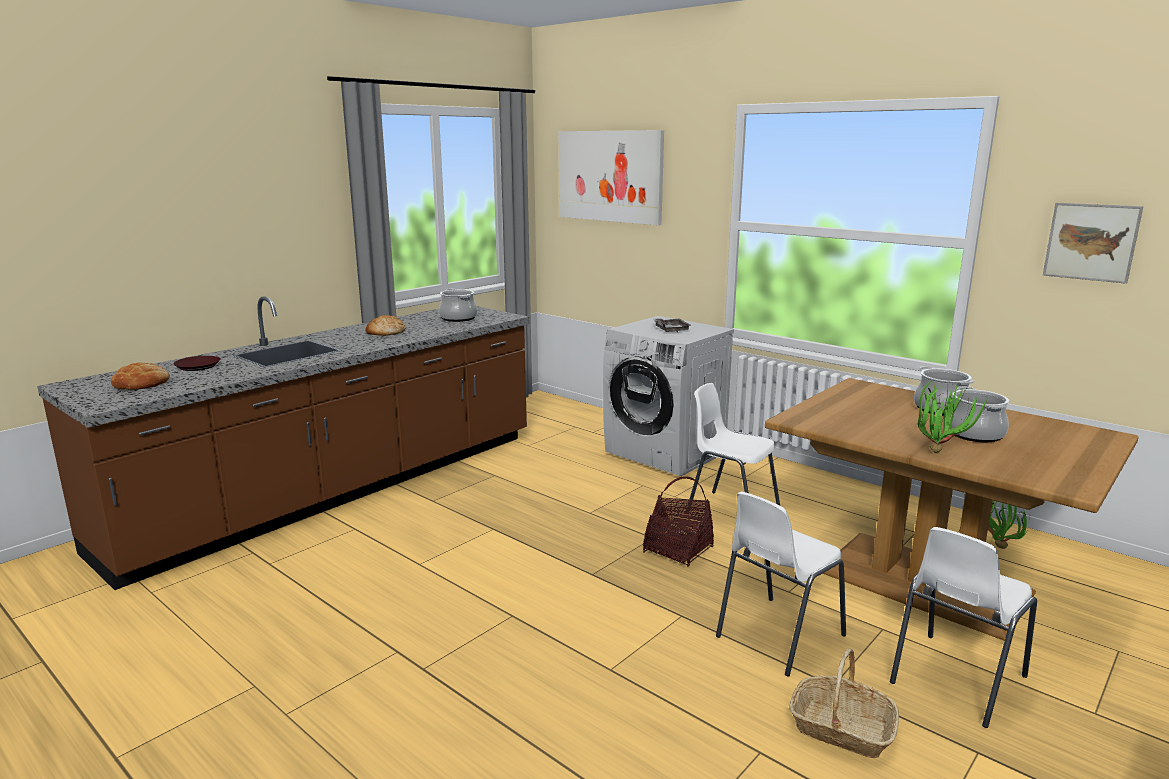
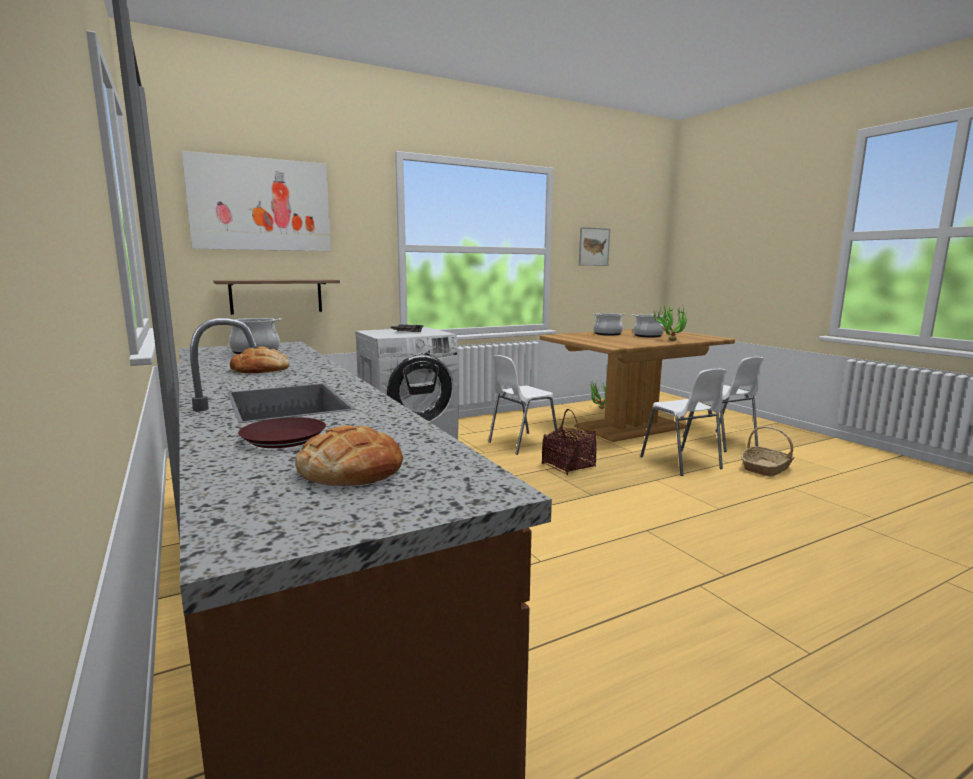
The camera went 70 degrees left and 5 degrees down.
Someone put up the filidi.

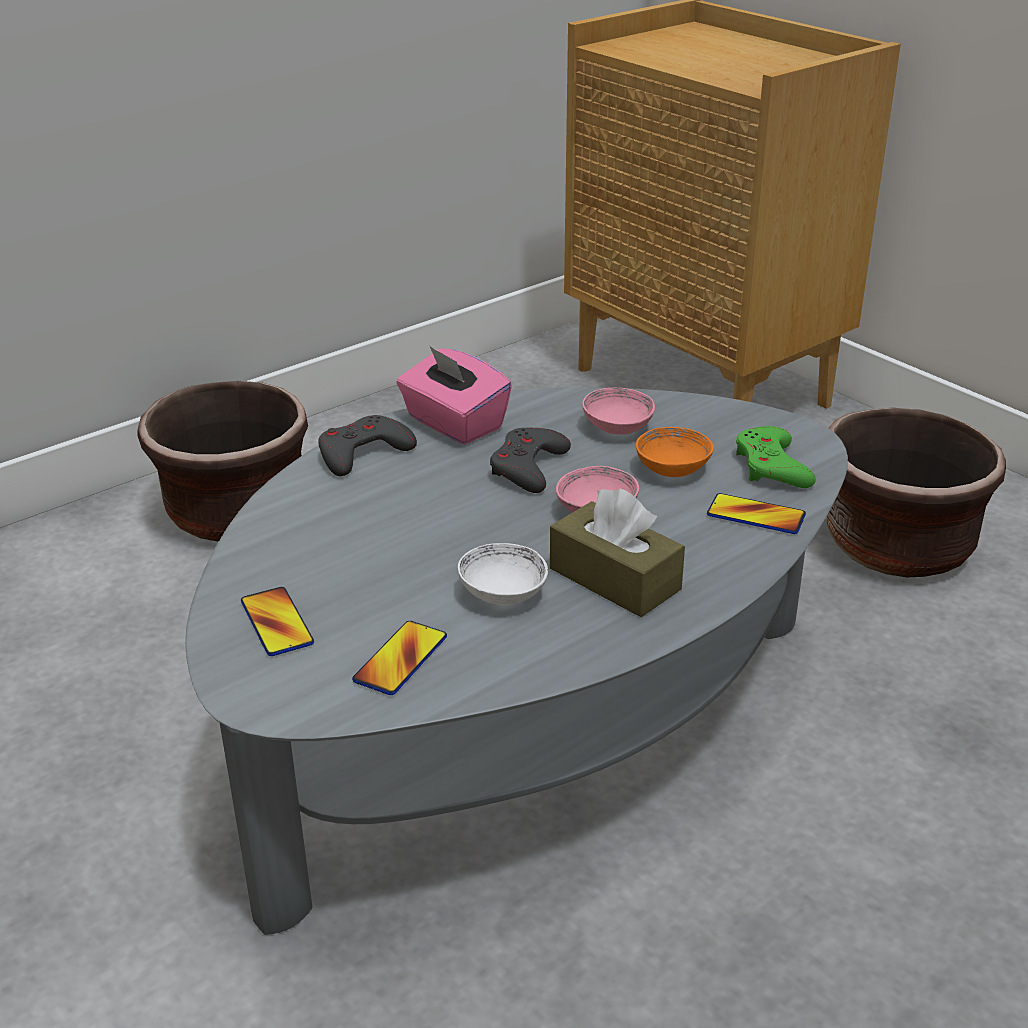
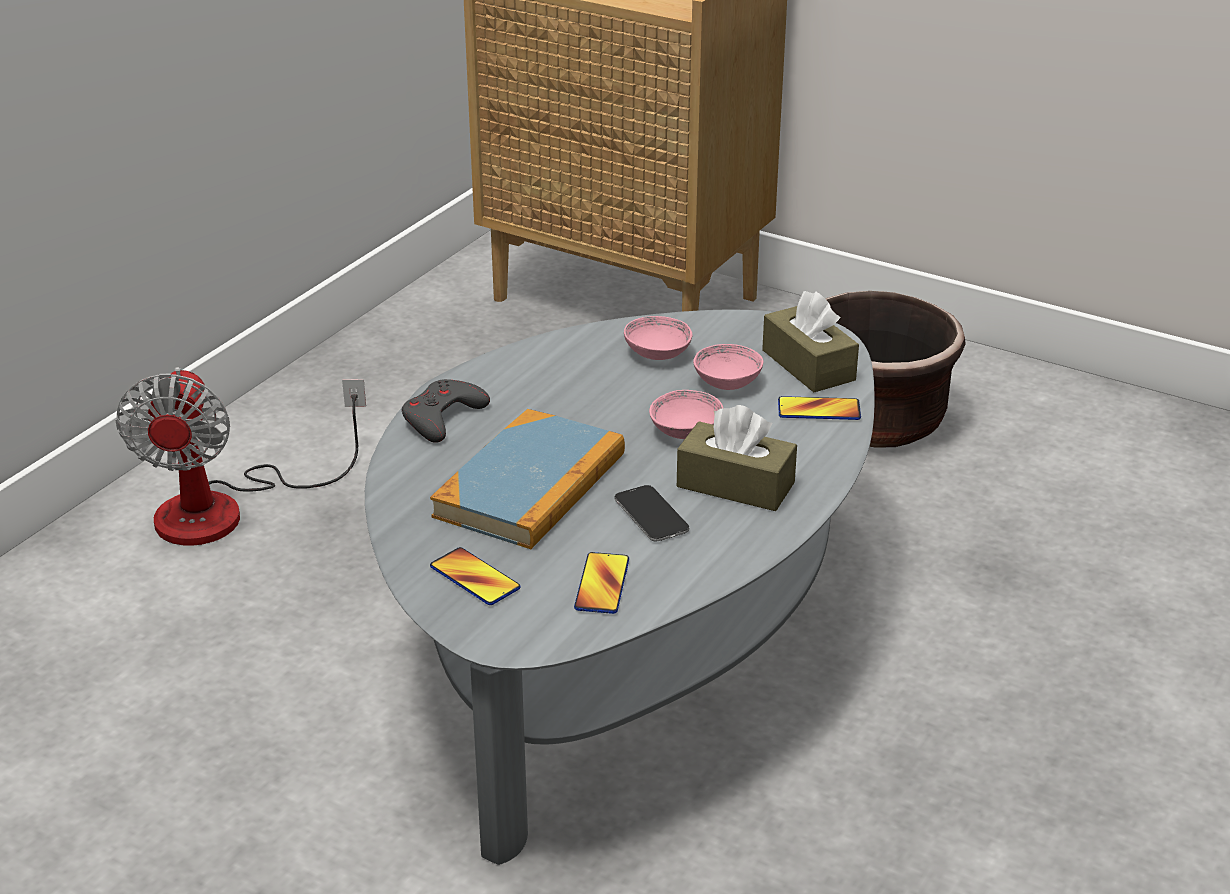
The camera went 20 degrees left and 0 degrees up.
Someone took away the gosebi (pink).
Someone swapped the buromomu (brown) (no. 1 from left) for the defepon.
Someone swapped the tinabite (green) for the gosebi (brown) (no. 2 from left).
Someone repainted the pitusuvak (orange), which became the pitusuvak (pink) (no. 3 from left).
Someone took away the tinabite (grey) (no. 2 from left).
Someone swapped the pitusuvak (white) for the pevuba (no. 3 from left).
Someone put down the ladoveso.

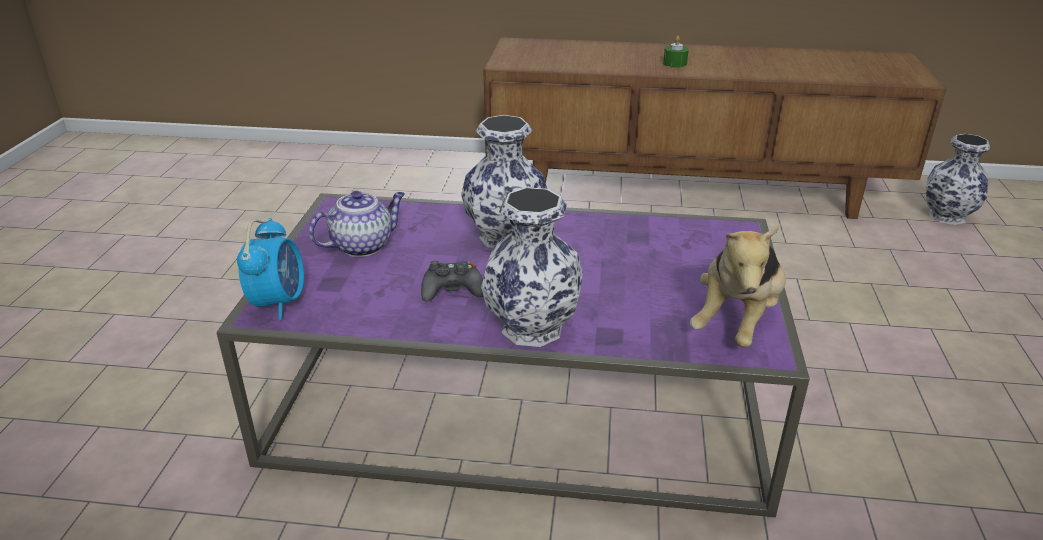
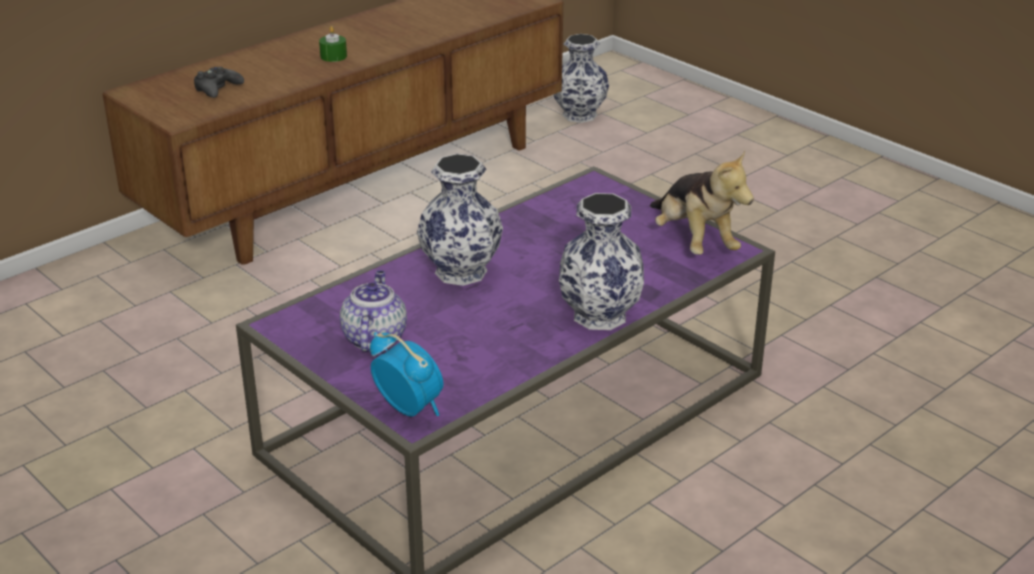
The camera went 50 degrees left and 0 degrees up.
Someone carried the tinabite (black).

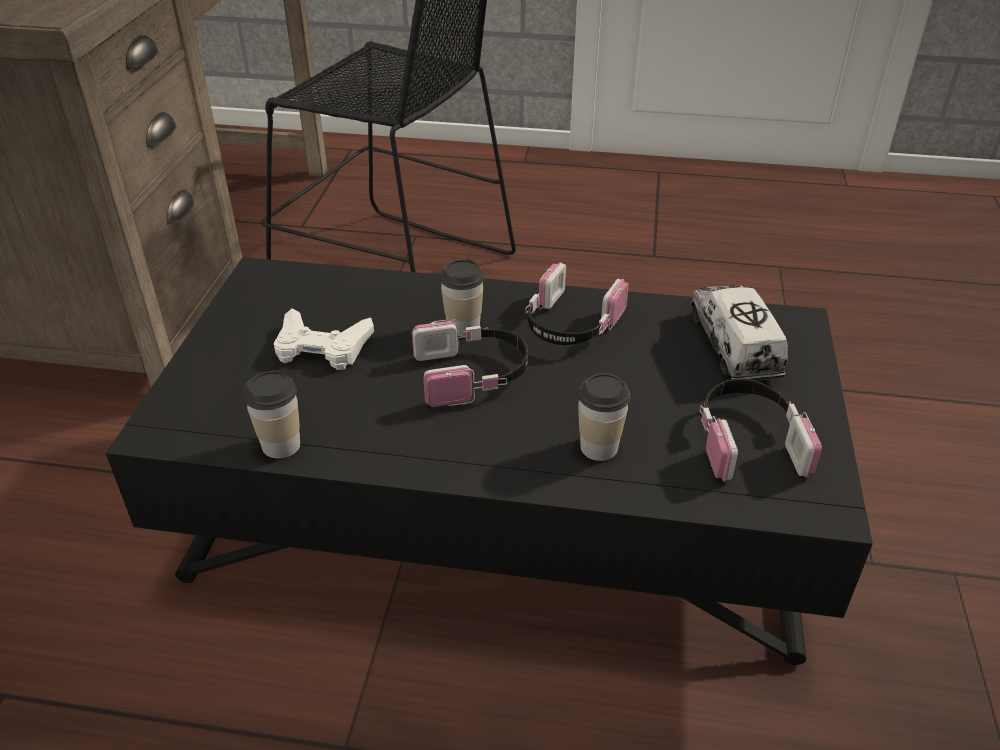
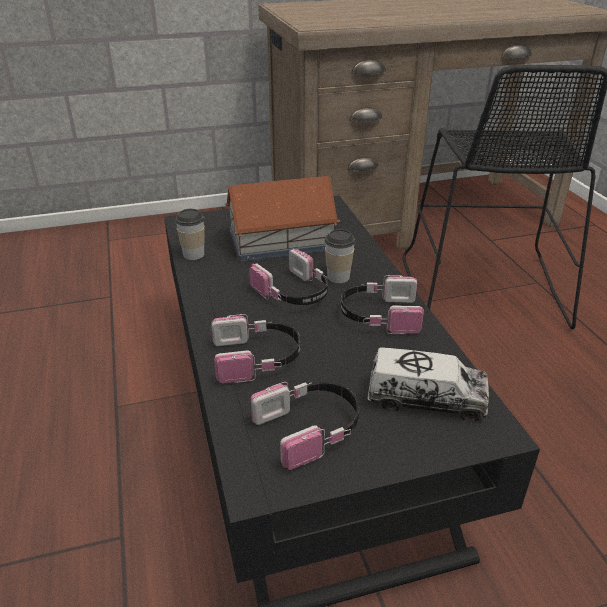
The camera went 65 degrees right and 5 degrees down.
Someone rotated the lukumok by 45 degrees clockwise.
Someone swapped the tinabite (white) for the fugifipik.
Someone swapped the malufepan (no. 3 from left) for the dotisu (no. 1 from left).

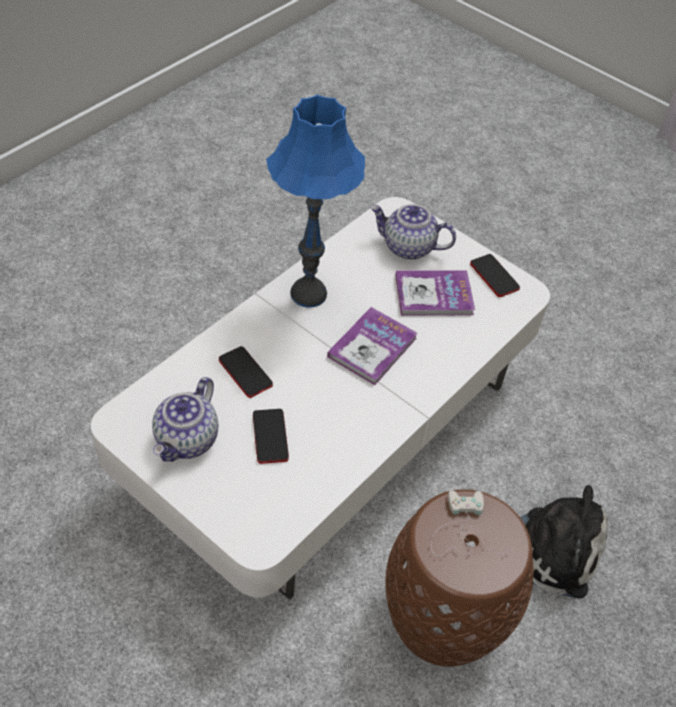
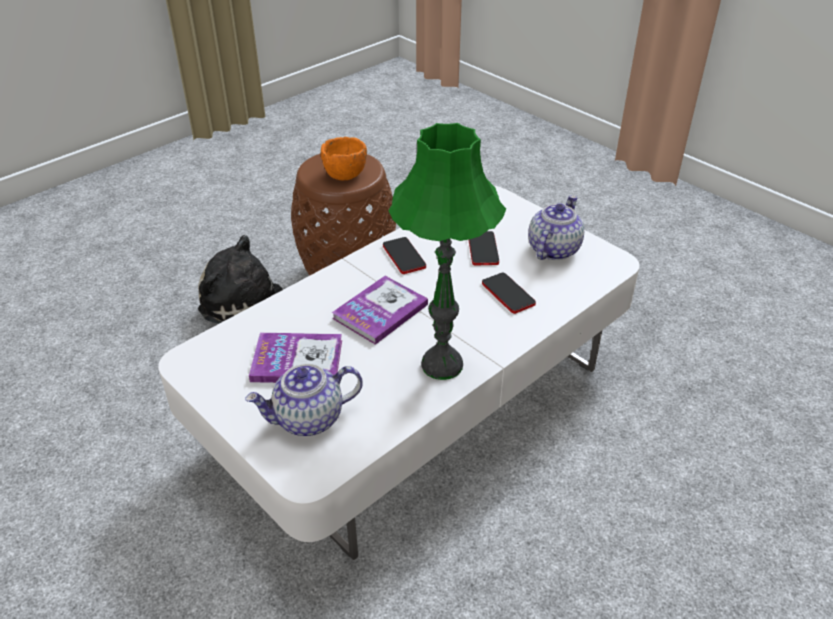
The camera went 170 degrees left and 10 degrees down.
Someone repainted the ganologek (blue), which became the ganologek (green).
Someone rotated the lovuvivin (no. 2 from left in the first image) by 135 degrees clockwise.
Someone carried the pevuba (no. 3 from left in the first image).
Someone swapped the tinabite (white) for the pitusuvak (orange).

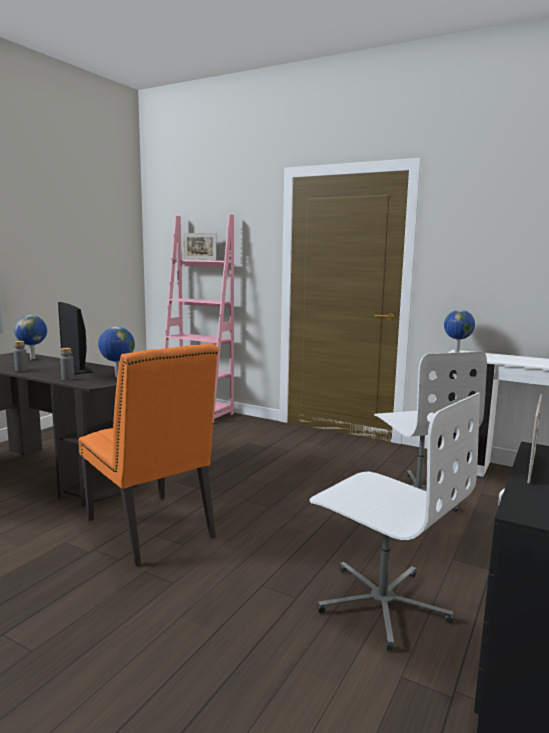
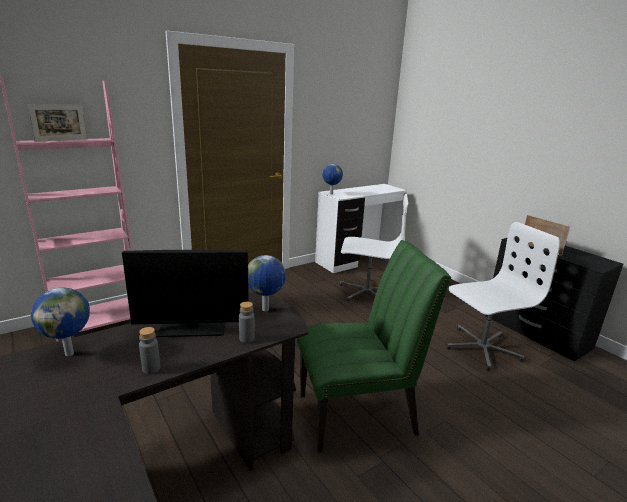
The camera went 65 degrees left and 10 degrees up.
Someone repainted the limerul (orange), which became the limerul (green).

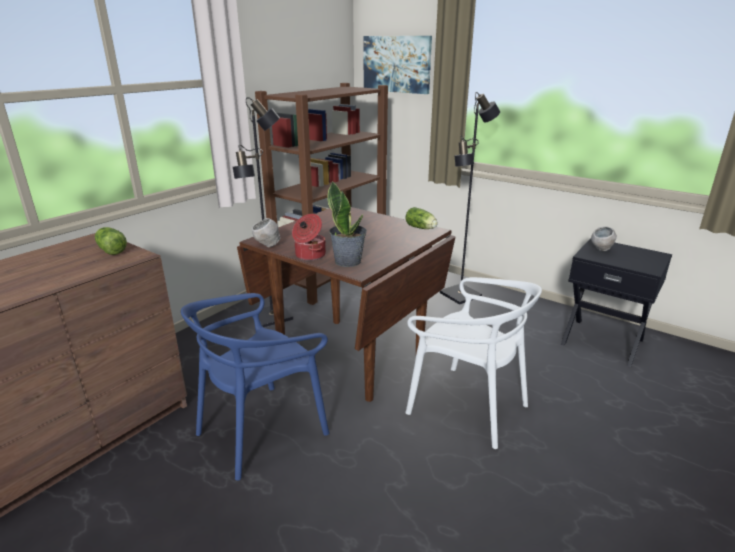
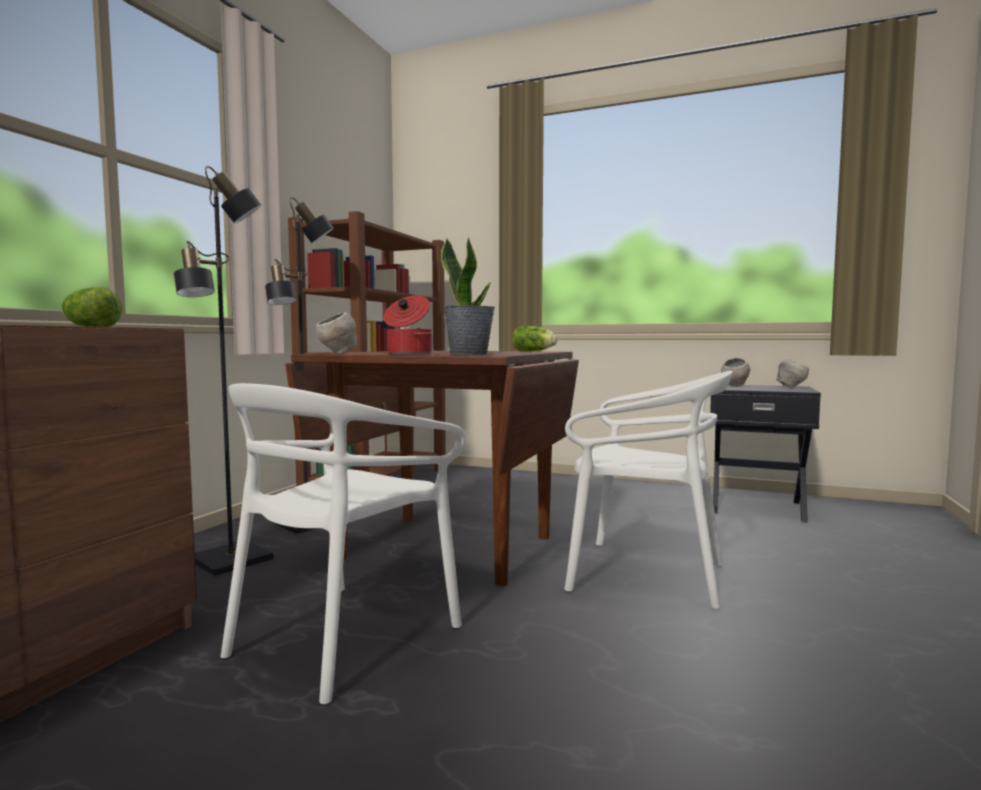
The camera went 15 degrees left and 20 degrees down.
Someone took away the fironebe.
Someone carried the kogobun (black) (no. 2 from left in the first image).
Someone repainted the limerul (blue), which became the limerul (white) (no. 1 from left).
Someone put down the pitusuvak (grey) (no. 3 from left).

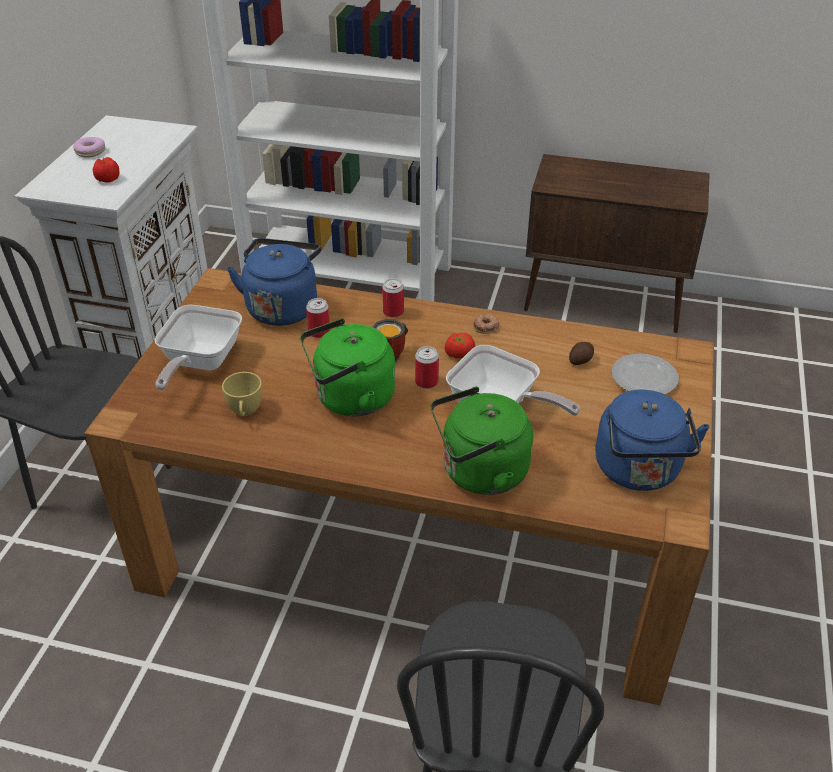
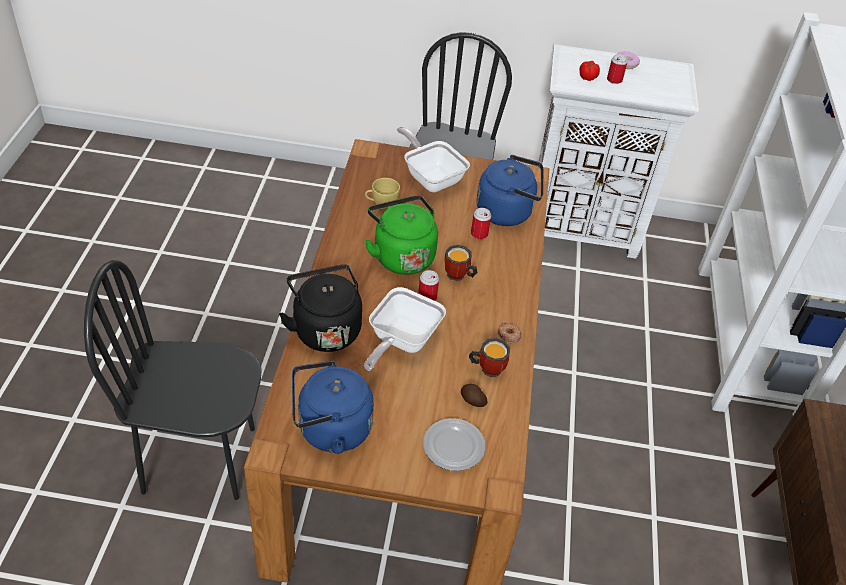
The camera went 80 degrees right and 5 degrees up.
Someone carried the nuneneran (no. 2 from left in the first image).
Someone rotated the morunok (no. 1 from left in the first image) by 45 degrees clockwise.
Someone took away the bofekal (no. 2 from left).
Someone repainted the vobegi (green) (no. 2 from left), which became the vobegi (black).
Someone put down the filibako (no. 2 from left).

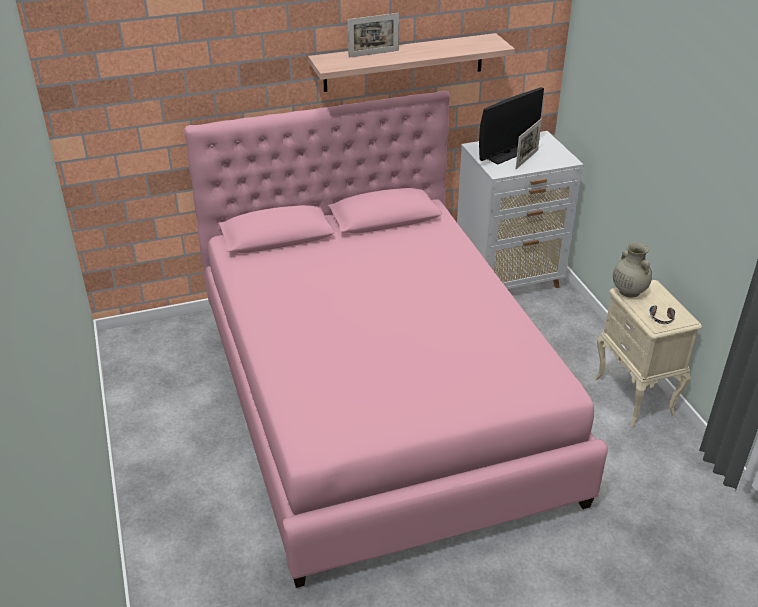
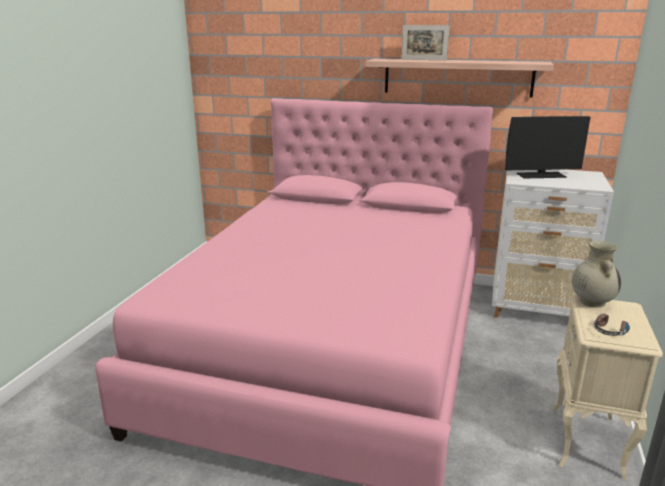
The camera went 35 degrees right and 15 degrees down.
Someone took away the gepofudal (no. 2 from left).

